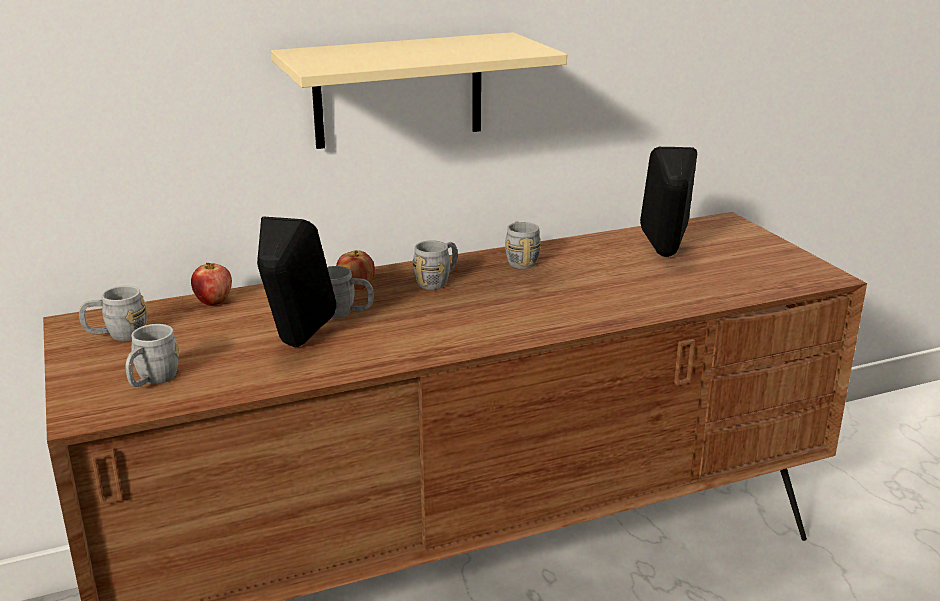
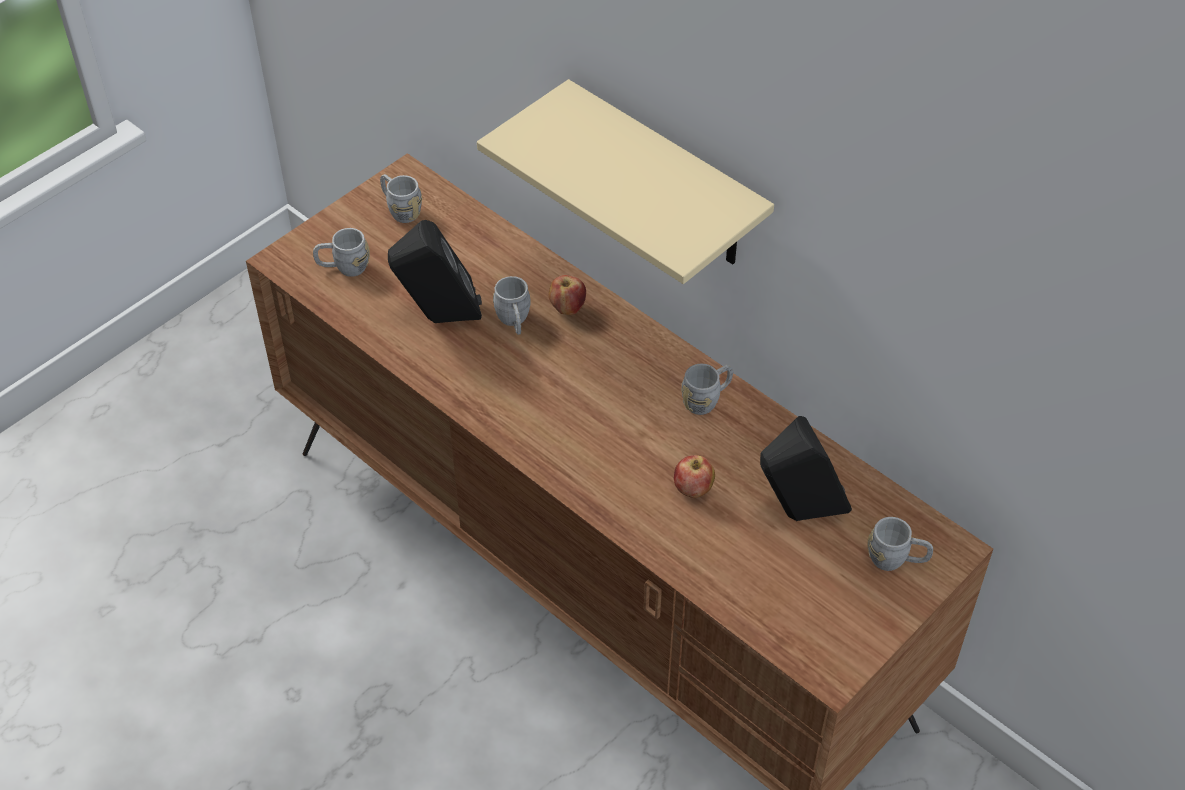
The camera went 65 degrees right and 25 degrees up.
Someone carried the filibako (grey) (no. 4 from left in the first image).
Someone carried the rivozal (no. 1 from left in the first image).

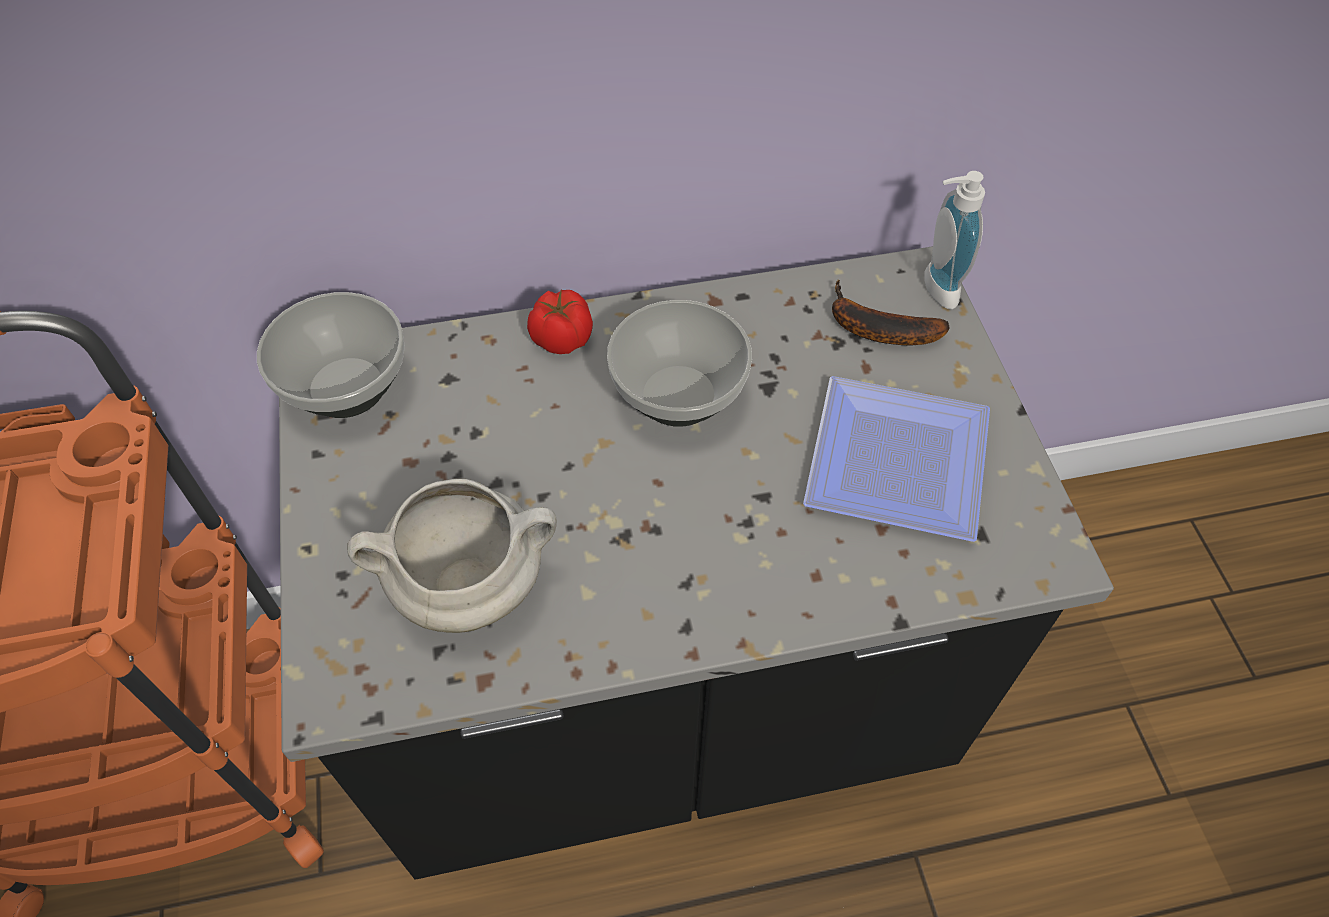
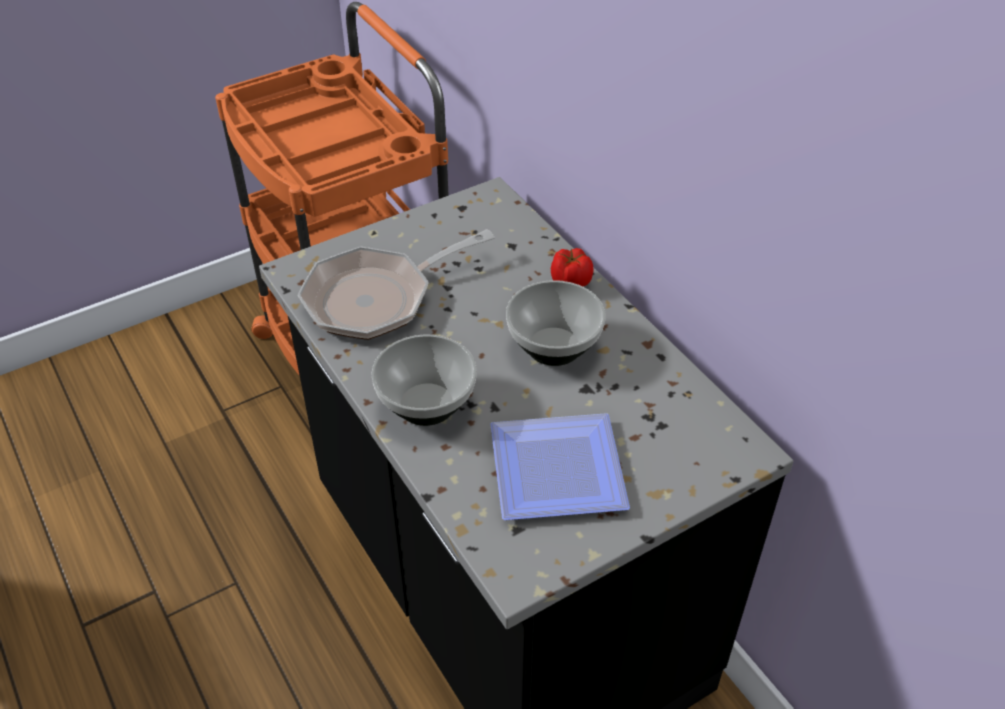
The camera went 70 degrees right and 10 degrees down.
Someone took away the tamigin.
Someone took away the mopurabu.
Someone carried the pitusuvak (no. 1 from left).
Someone swapped the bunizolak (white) for the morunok.

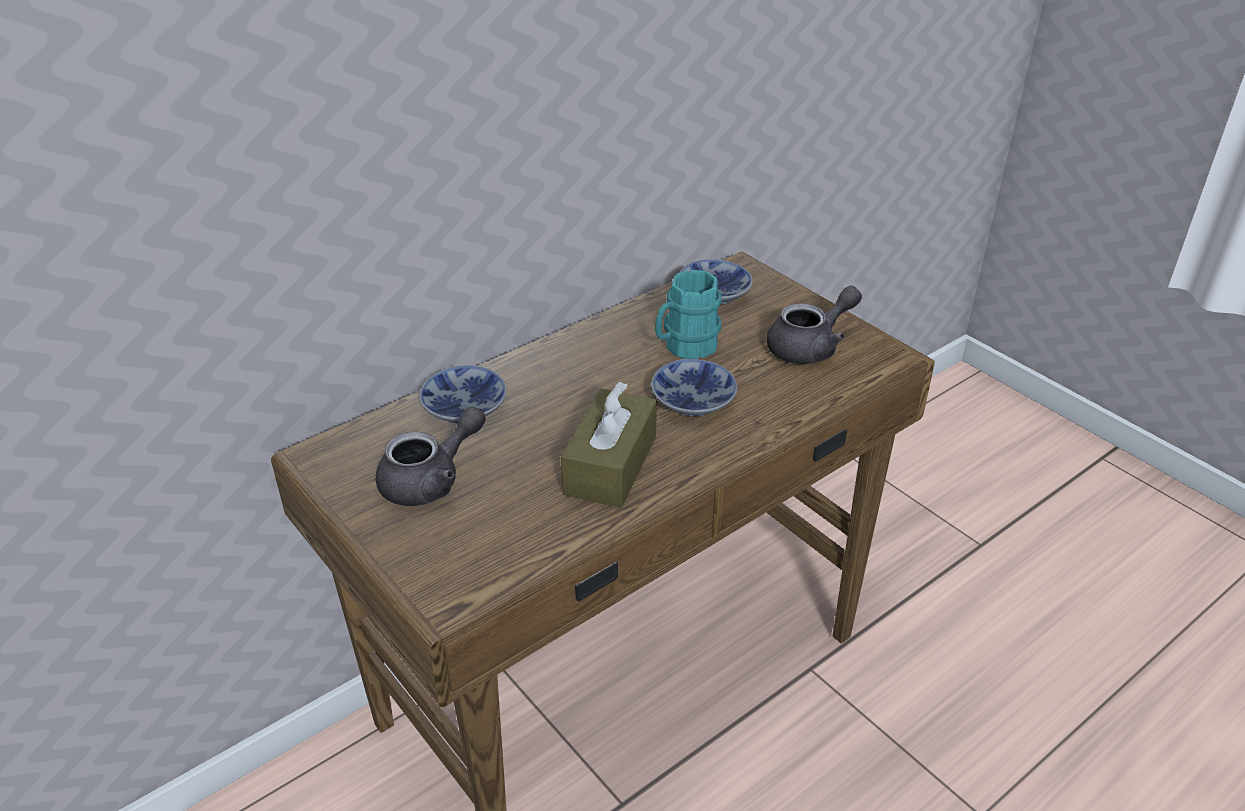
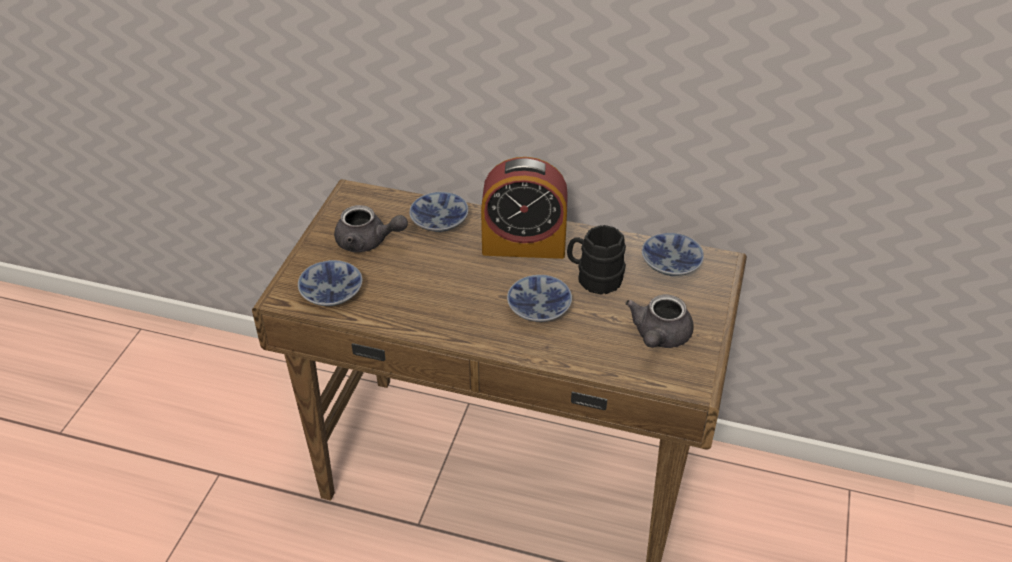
The camera went 55 degrees right and 5 degrees up.
Someone repainted the filibako (turquoise), which became the filibako (black).
Someone rotated the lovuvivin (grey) (no. 2 from left) by 90 degrees clockwise.
Someone took away the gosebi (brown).
Someone put down the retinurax.
Someone put down the pitusuvak (no. 1 from left).

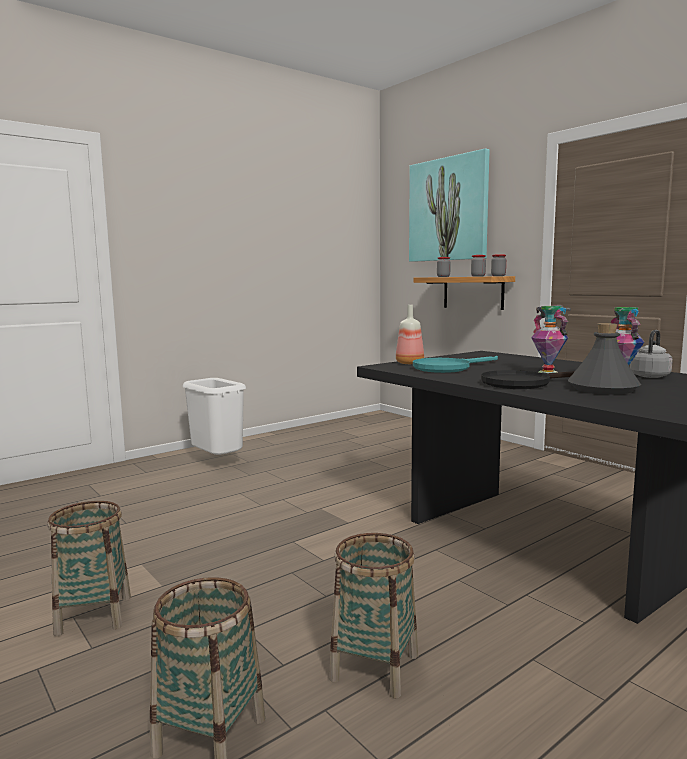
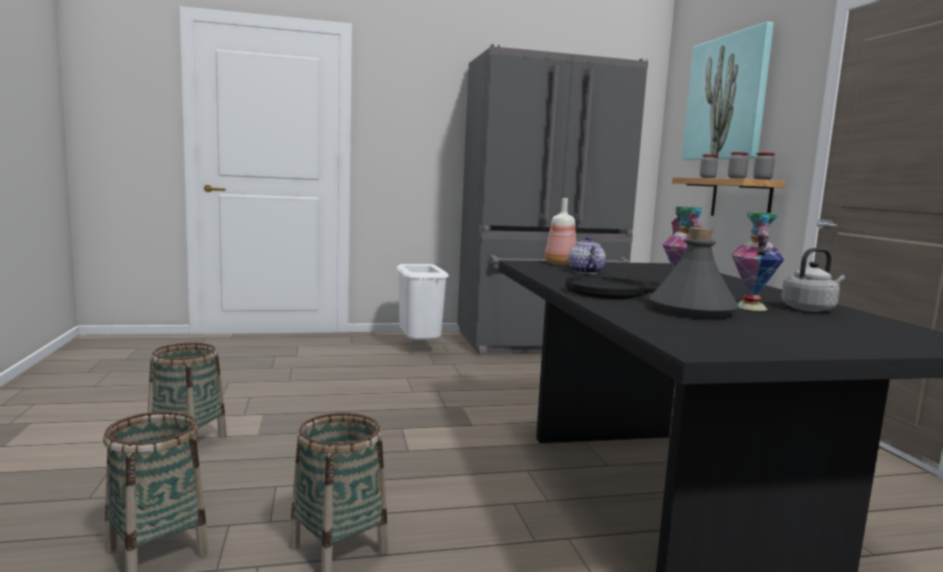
The camera went 25 degrees right and 0 degrees up.
Someone swapped the morunok (turquoise) for the lovuvivin.
Someone put down the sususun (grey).

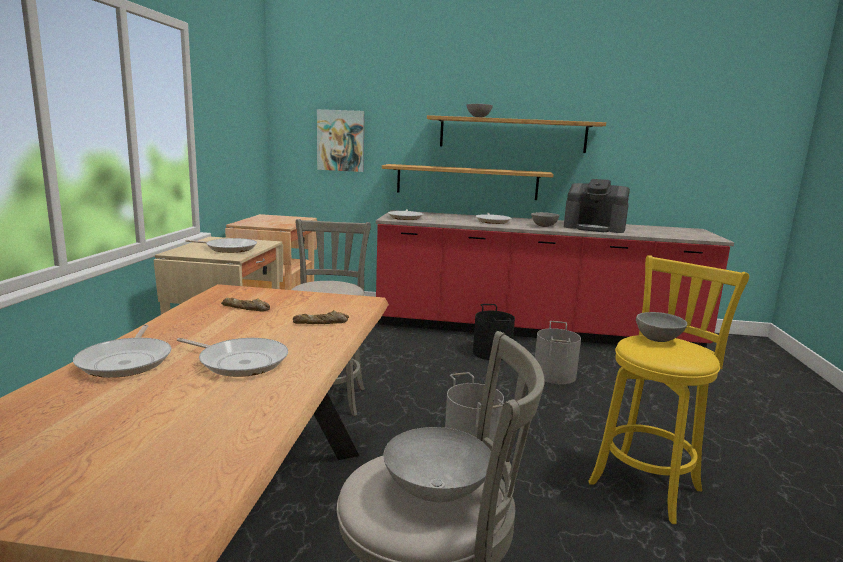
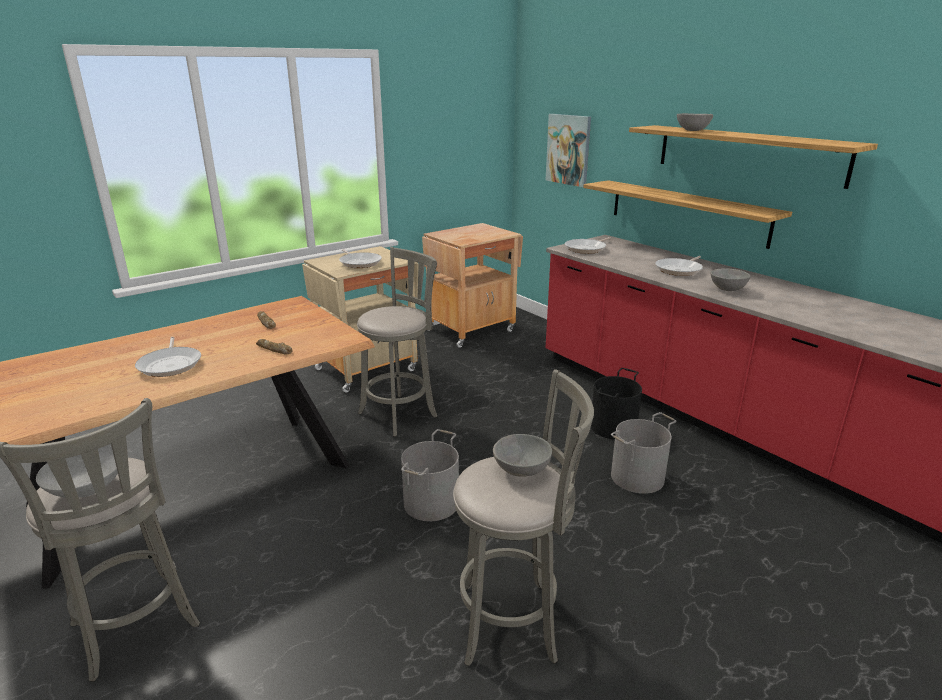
The camera went 45 degrees right and 10 degrees up.
Someone took away the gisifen.
Someone repainted the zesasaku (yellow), which became the zesasaku (grey) (no. 3 from left).
Someone took away the morunok (no. 1 from left).

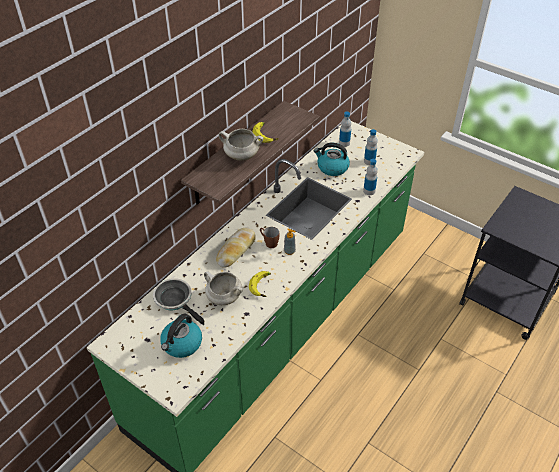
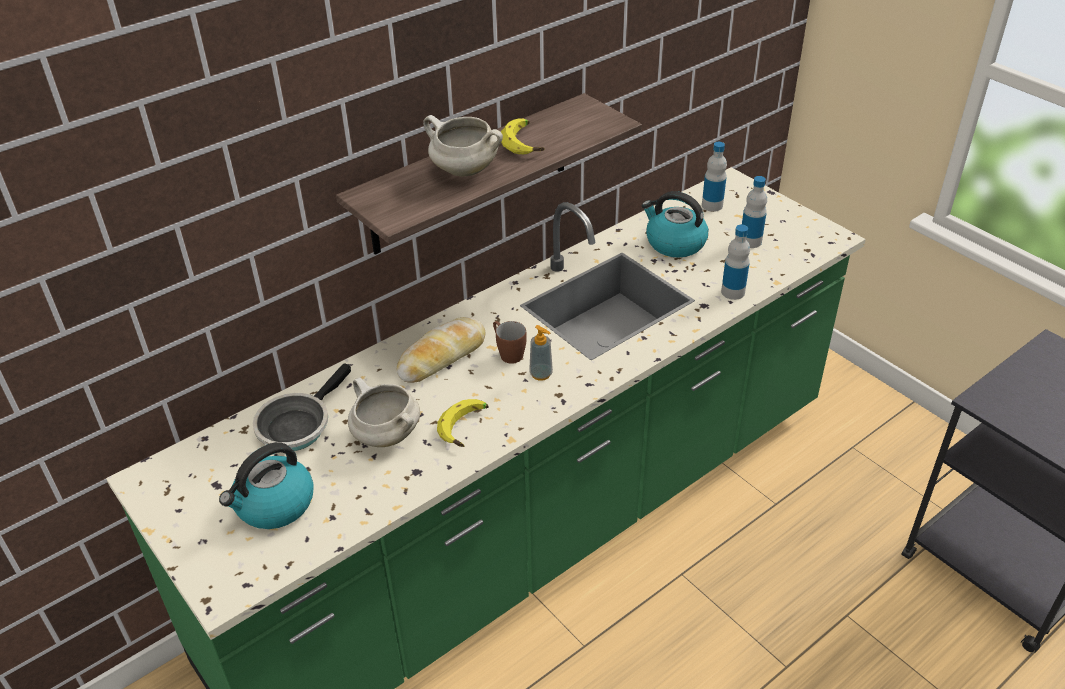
The camera went 15 degrees right and 5 degrees down.
Someone rotated the morunok by 120 degrees counterclockwise.

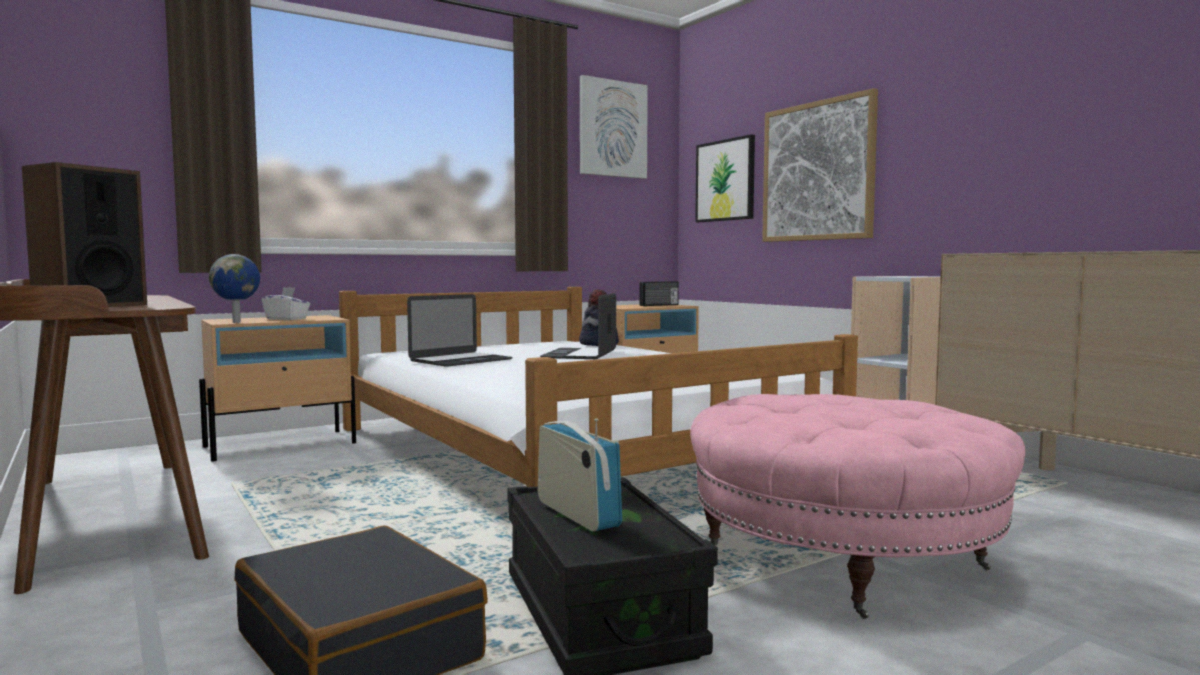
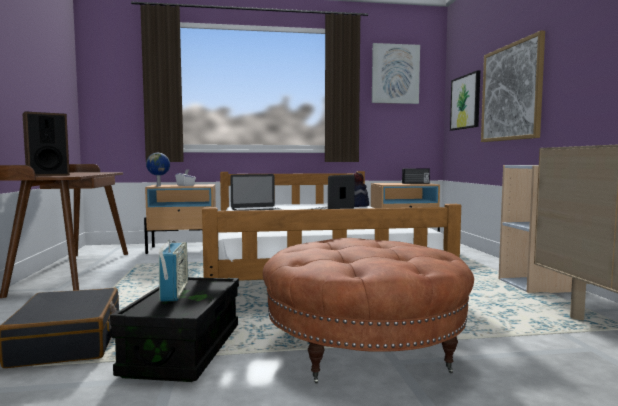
The camera went 25 degrees right and 0 degrees up.
Someone repainted the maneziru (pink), which became the maneziru (brown).

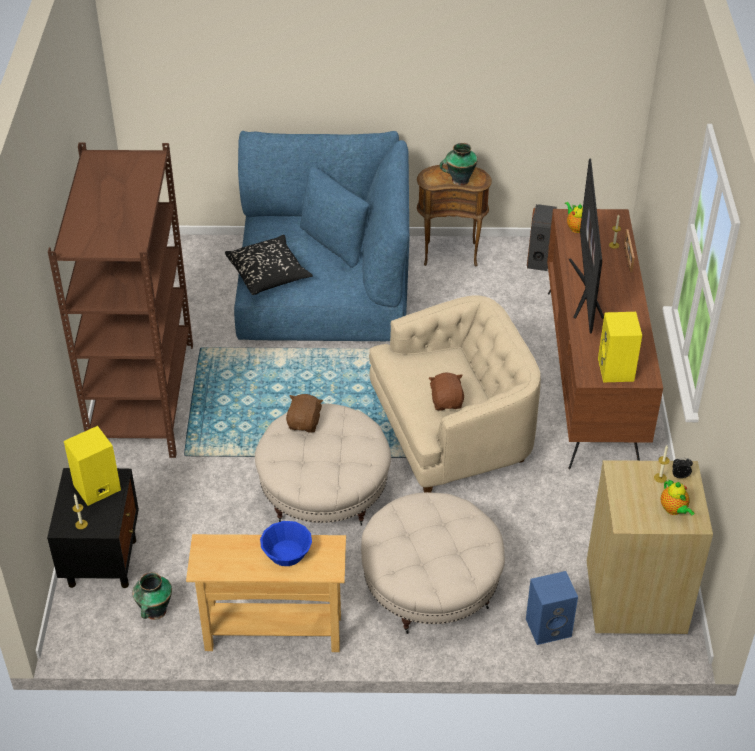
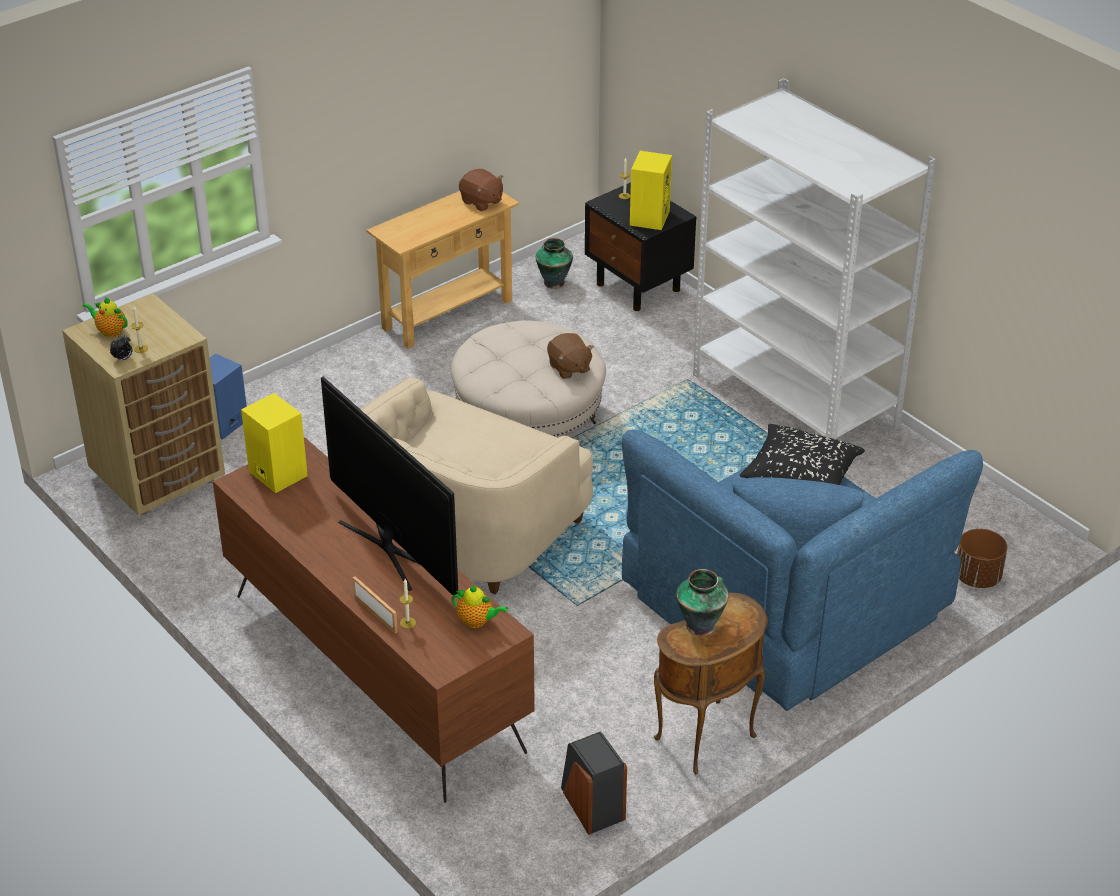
The camera went 140 degrees right and 5 degrees down.
Someone repainted the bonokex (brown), which became the bonokex (white).
Someone carried the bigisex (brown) (no. 2 from left in the first image).
Someone took away the maneziru (beige) (no. 2 from left).
Someone took away the pitusuvak (blue).
Someone put down the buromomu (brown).

